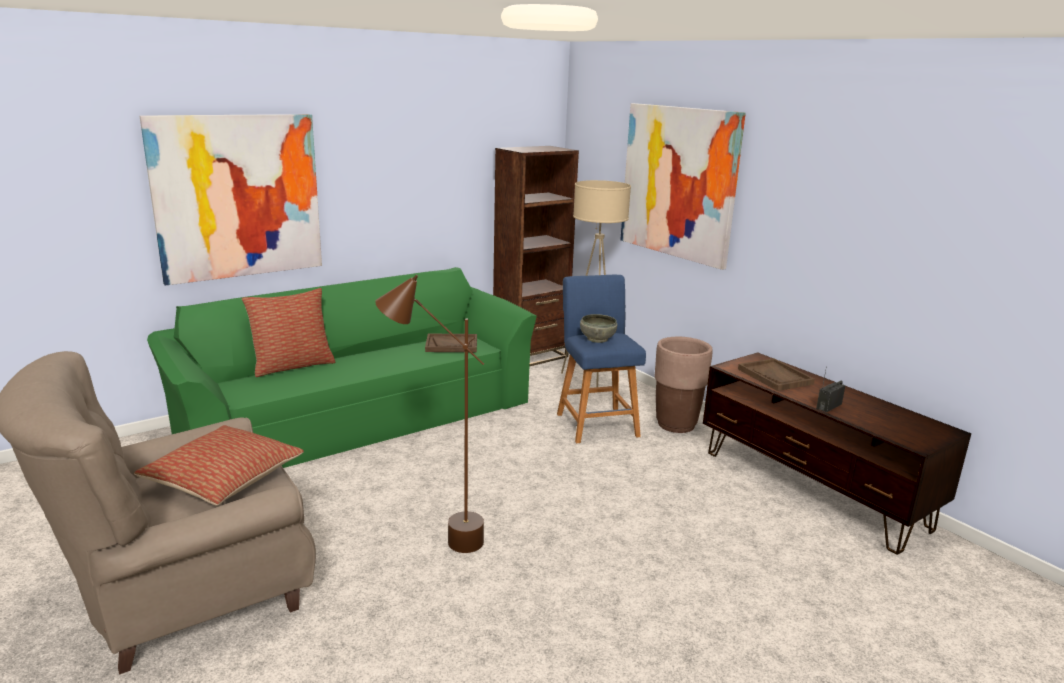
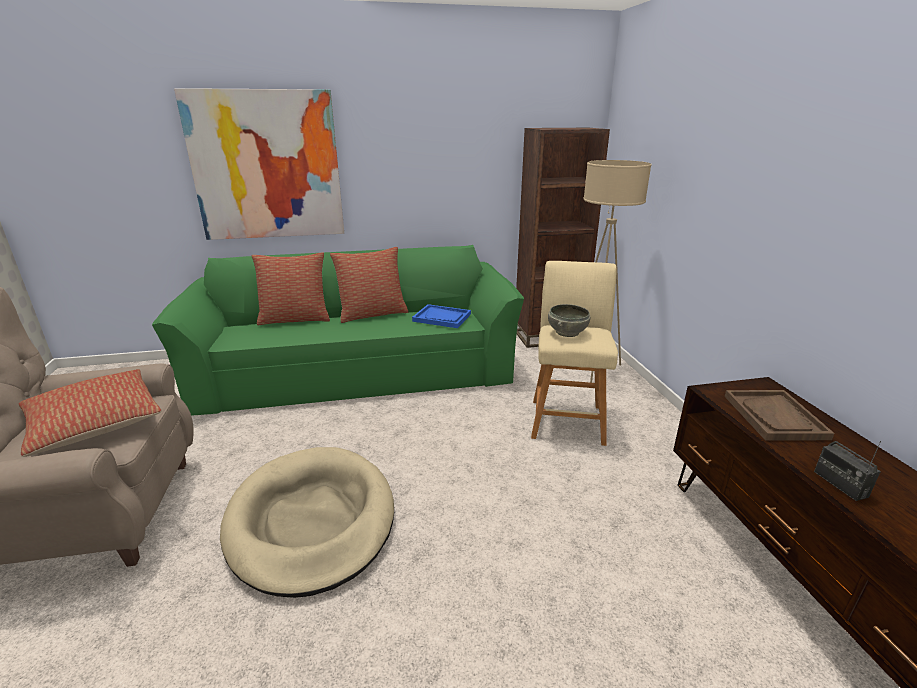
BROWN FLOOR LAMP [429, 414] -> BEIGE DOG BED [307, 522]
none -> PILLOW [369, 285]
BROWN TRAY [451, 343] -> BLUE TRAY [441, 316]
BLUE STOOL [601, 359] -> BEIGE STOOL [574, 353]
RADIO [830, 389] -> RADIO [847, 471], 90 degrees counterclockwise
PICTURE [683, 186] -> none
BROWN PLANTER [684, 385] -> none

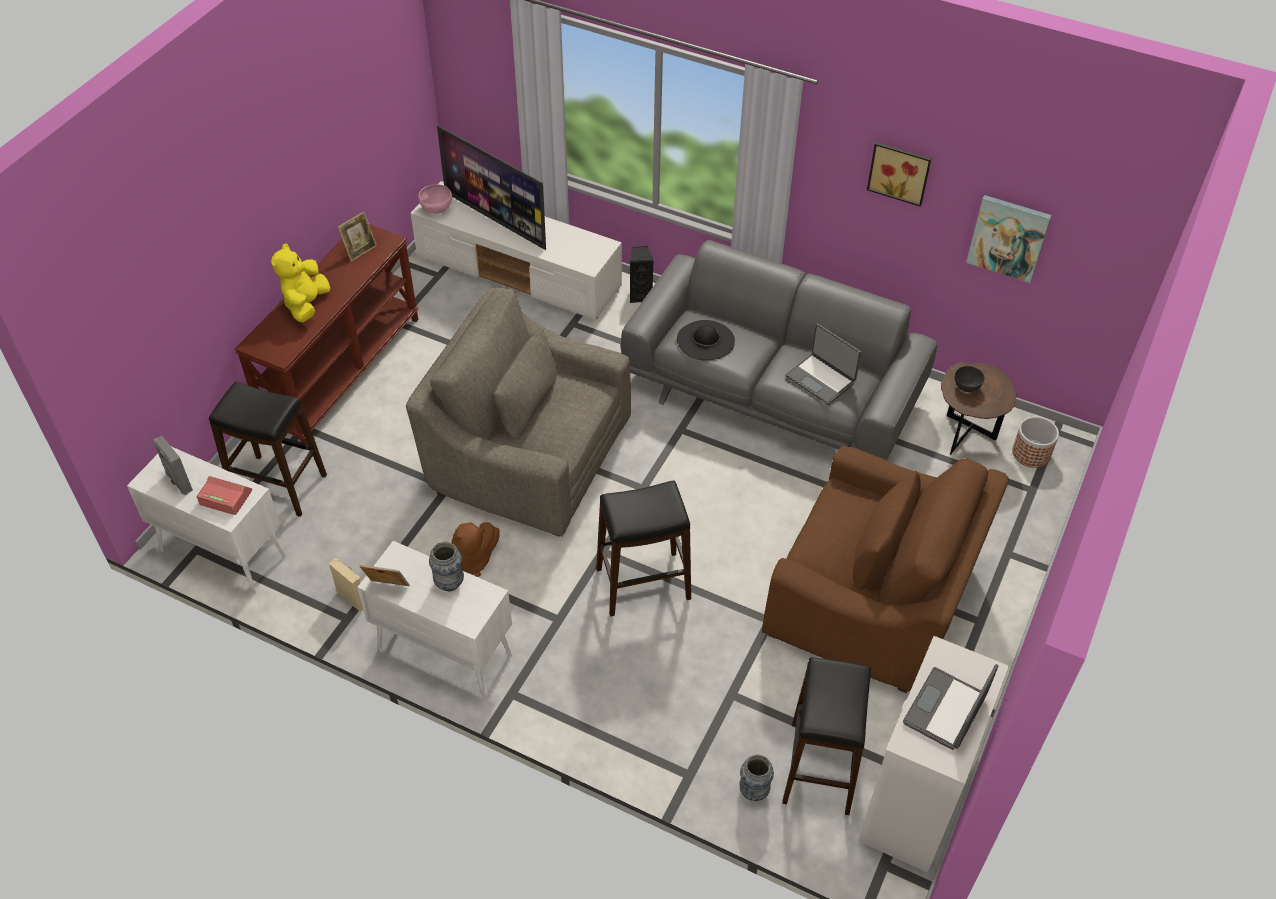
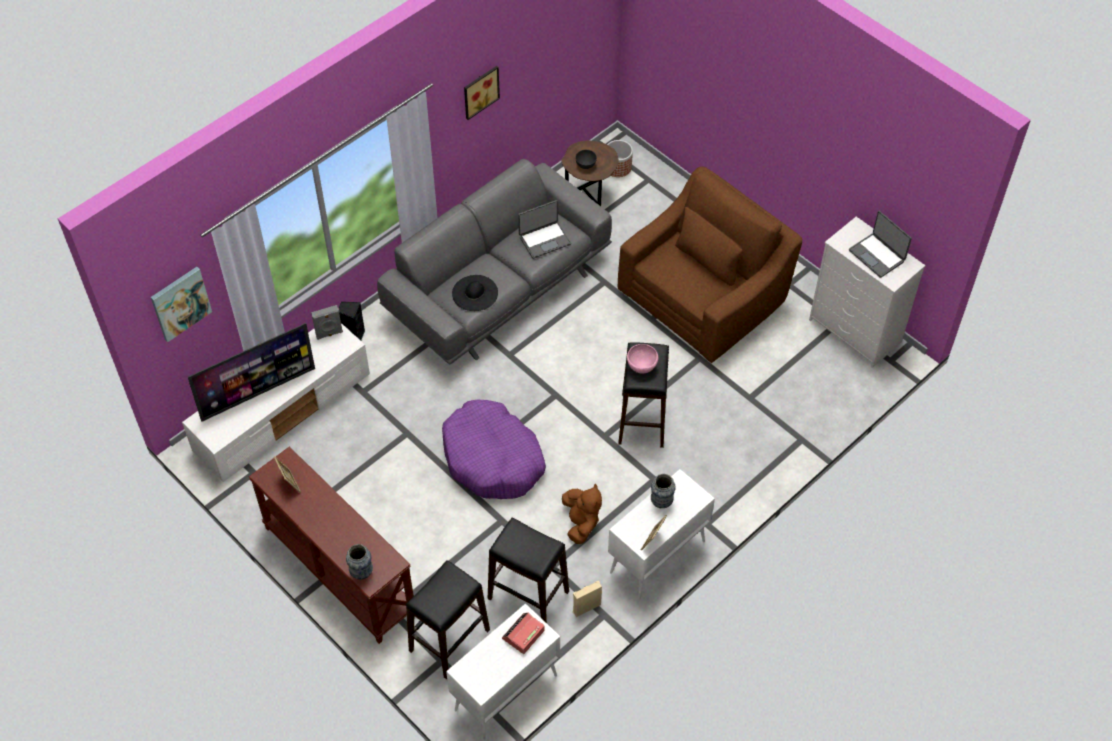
PICTURE [1009, 239] -> PICTURE [181, 304], move
GREY SPEAKER [173, 465] -> GREY SPEAKER [327, 322], move
VASE [756, 778] -> VASE [359, 562], move
GREY ARMCHAIR [518, 412] -> PURPLE DOG BED [494, 449]
BLACK STOOL [826, 736] -> BLACK STOOL [528, 570], move
PINK BOWL [435, 199] -> PINK BOWL [642, 359], move
YELLOW PLUSH TOY [300, 283] -> none

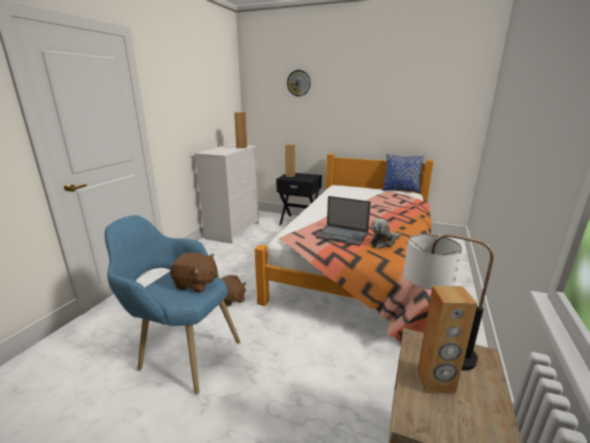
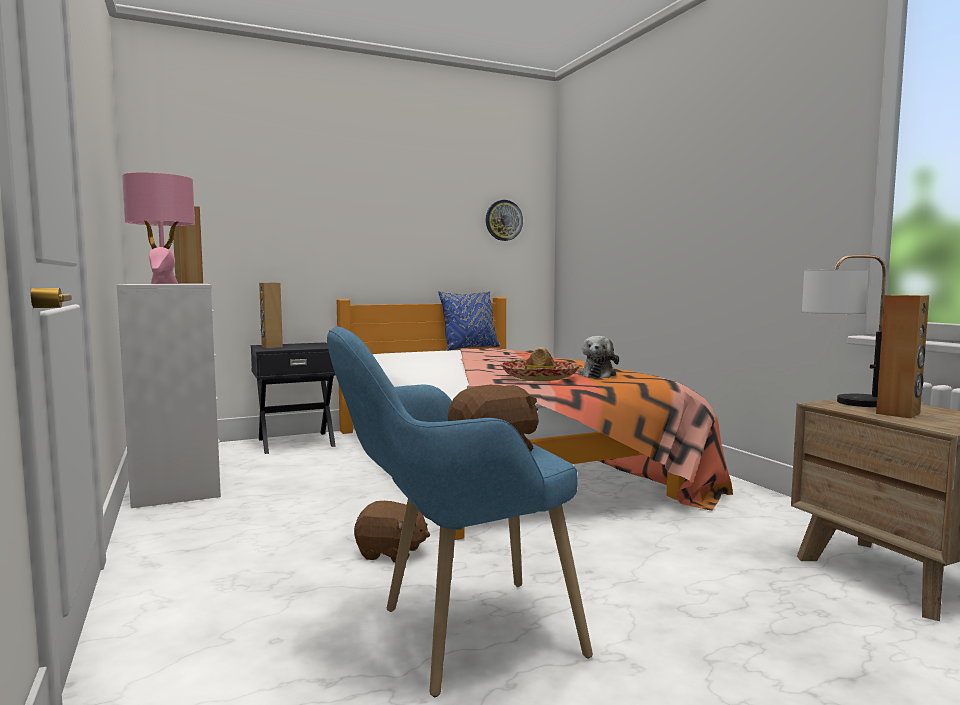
none -> PINK TABLE LAMP [158, 228]
WALL CLOCK [299, 83] -> WALL CLOCK [504, 220], move
LAPTOP [343, 221] -> HAT [540, 364]

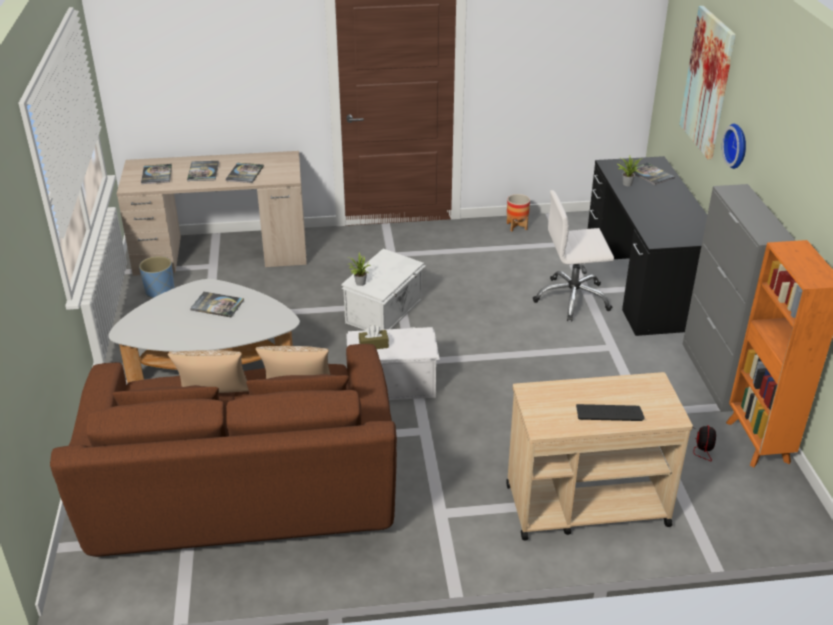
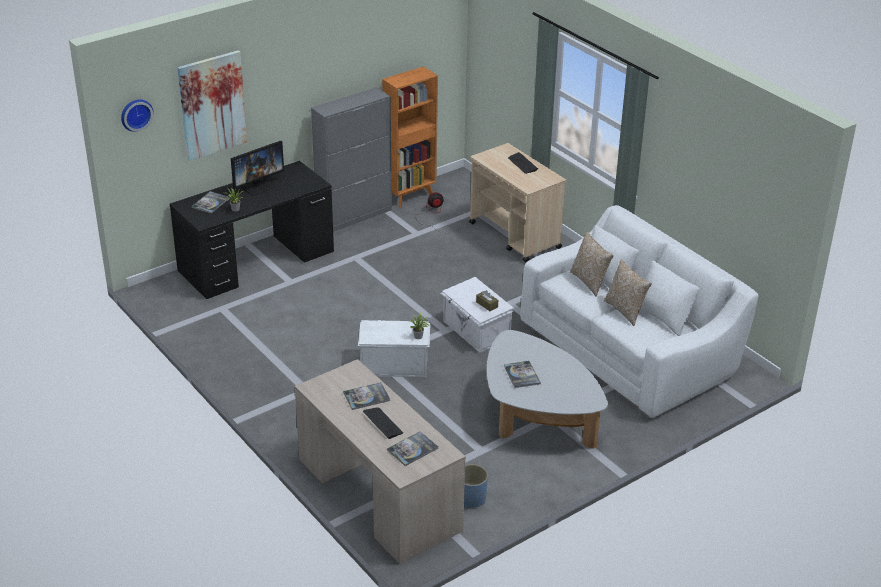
WALL CLOCK [734, 146] -> WALL CLOCK [137, 115], move
none -> MONITOR [257, 168]
BOOK [203, 171] -> KEYBOARD [383, 423]
BROWN SOFA [223, 450] -> WHITE SOFA [639, 311]
PLANTER [518, 213] -> none
WHITE OFFICE CHAIR [573, 255] -> none

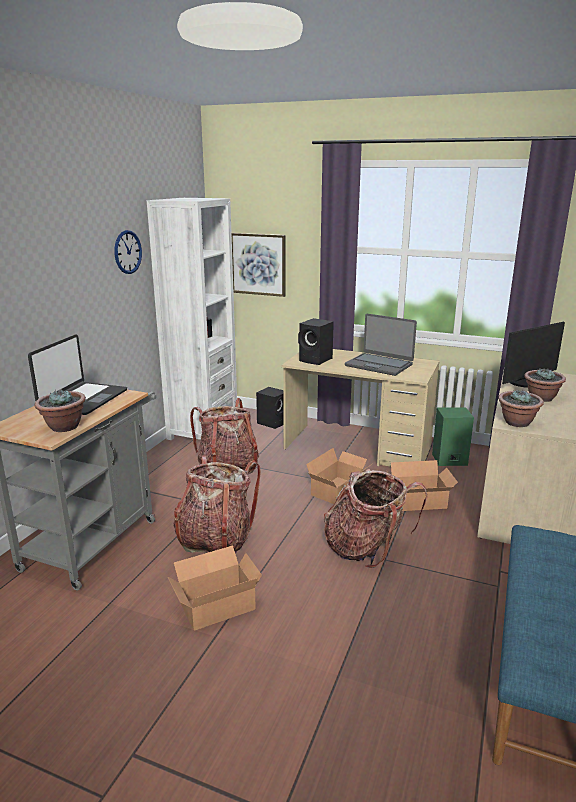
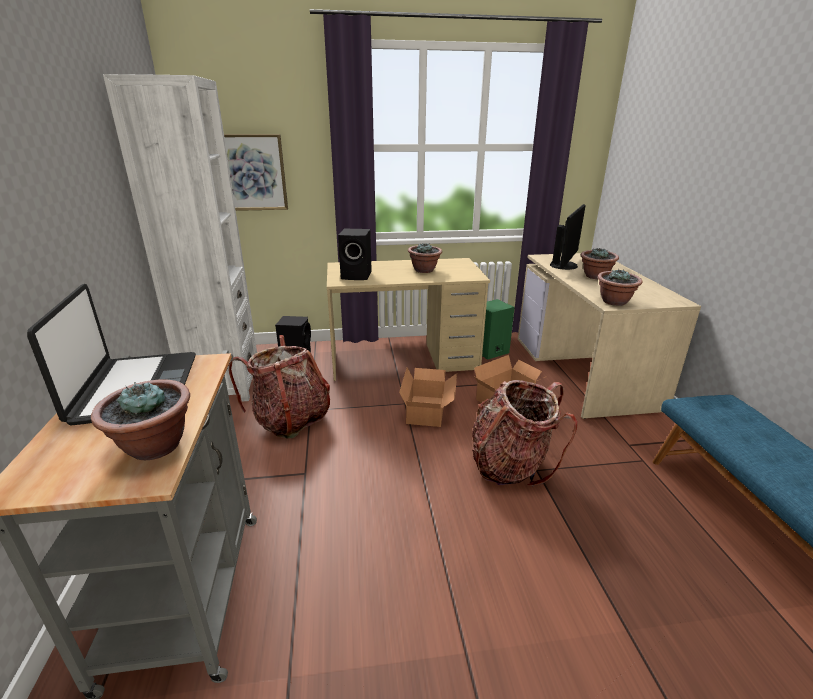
LAPTOP [381, 345] -> POTTED PLANT [425, 258]
WALL CLOCK [128, 252] -> none
CARDBOARD BOX [215, 588] -> none
BACKPACK [217, 504] -> none

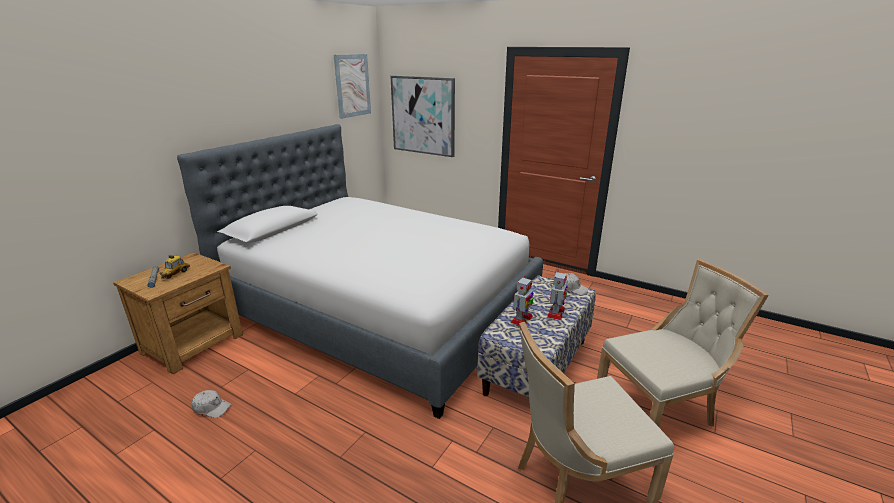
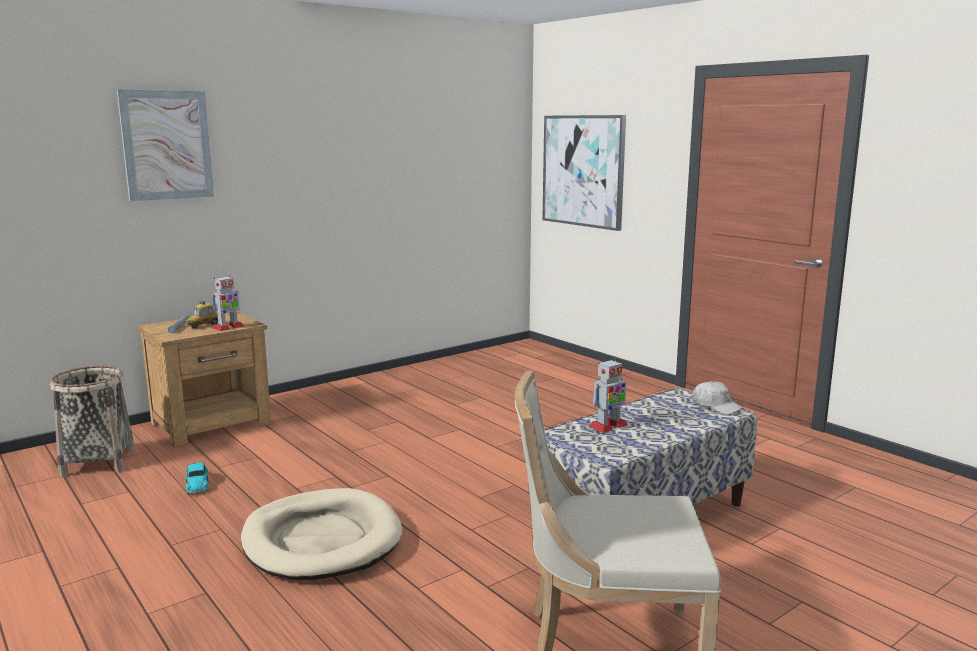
none -> BASKET [92, 421]
PICTURE [352, 86] -> PICTURE [165, 145], move
WHITE CAP [211, 404] -> TOY CAR [197, 478]
TOY ROBOT [557, 295] -> TOY ROBOT [228, 303], move
none -> BEIGE DOG BED [321, 534]
BED [360, 271] -> none
BEIGE CHAIR [682, 343] -> none

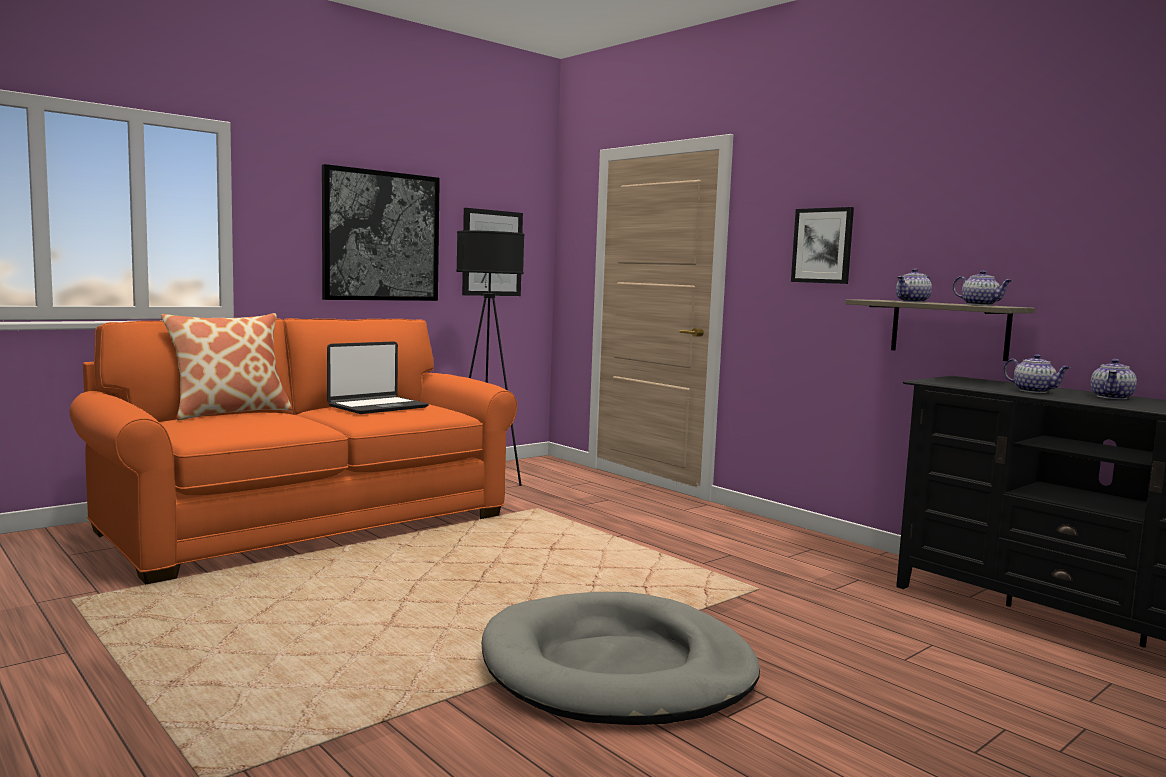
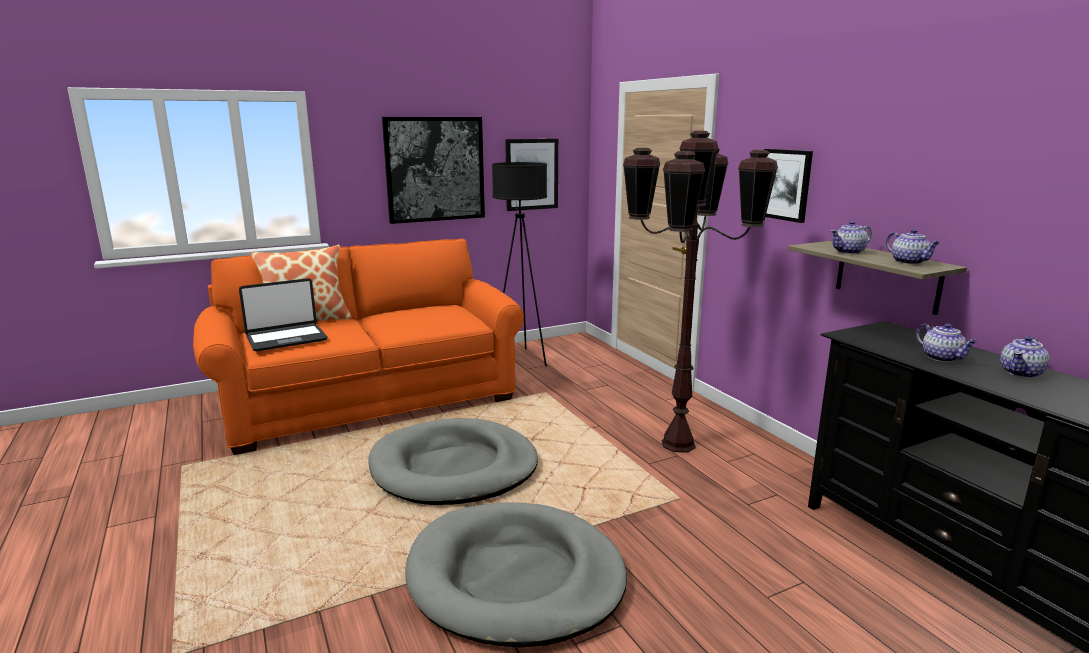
LAPTOP [378, 377] -> LAPTOP [283, 314], move
none -> GREY DOG BED [453, 461]
none -> BROWN FLOOR LAMP [700, 292]

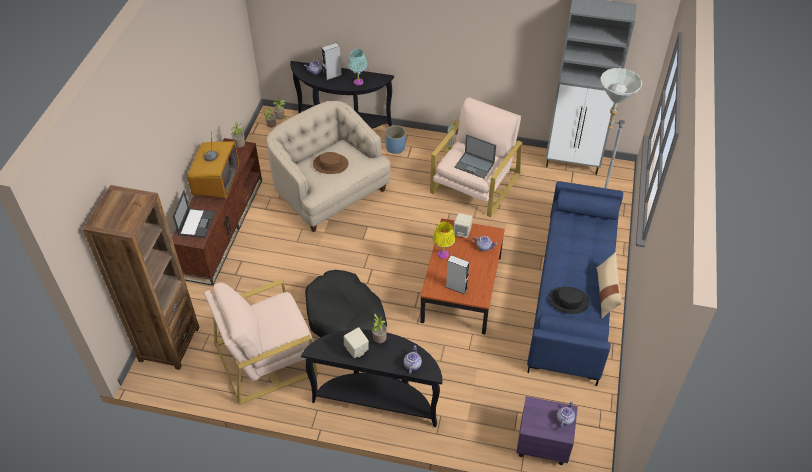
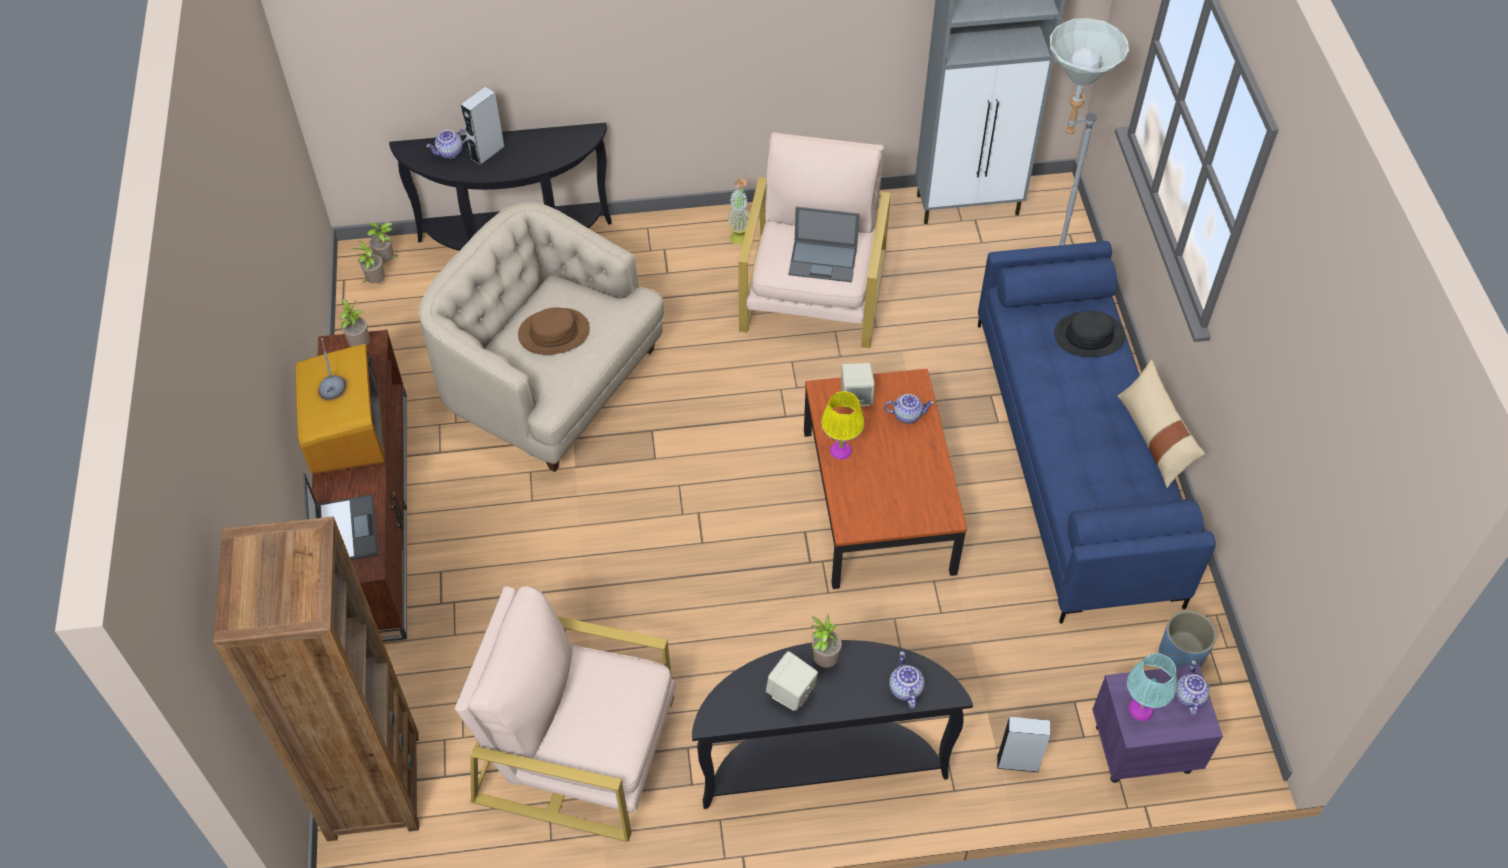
BEIGE ARMCHAIR [260, 342] -> BEIGE ARMCHAIR [565, 714], 60 degrees clockwise
GREY SPEAKER [457, 274] -> GREY SPEAKER [1024, 744], move
BLACK HAT [569, 300] -> BLACK HAT [1089, 334], move
TURQUOISE TABLE LAMP [358, 67] -> TURQUOISE TABLE LAMP [1152, 687], move
BLUE PLANTER [395, 139] -> BLUE PLANTER [1188, 639], move
BLACK DOG BED [346, 304] -> none

